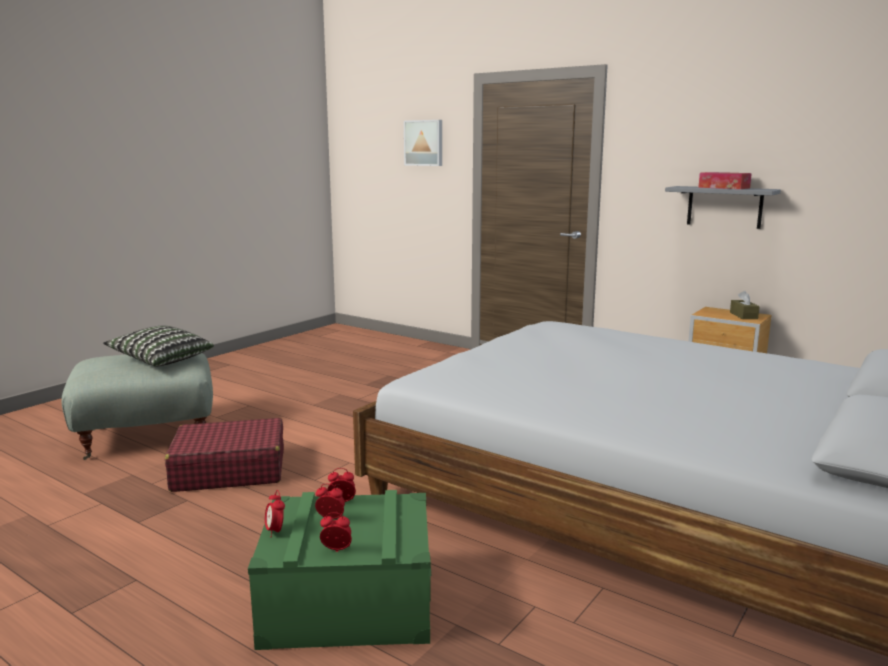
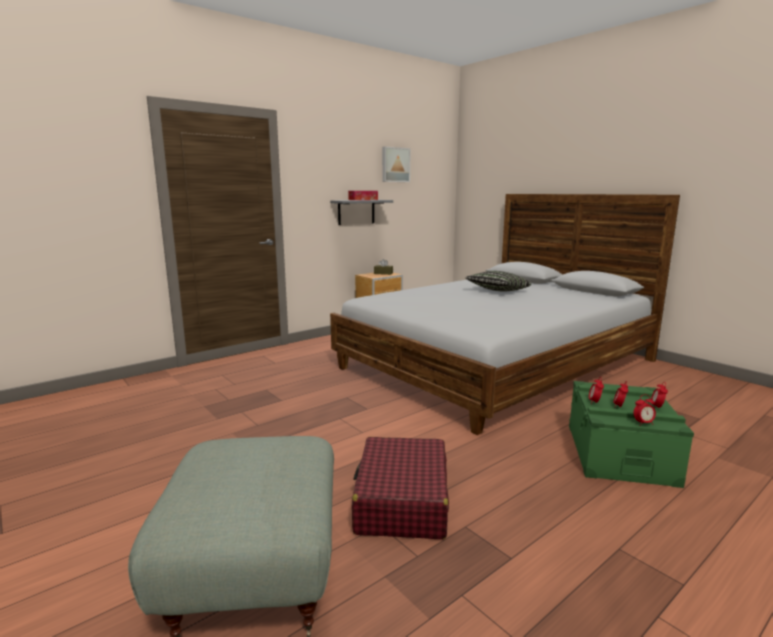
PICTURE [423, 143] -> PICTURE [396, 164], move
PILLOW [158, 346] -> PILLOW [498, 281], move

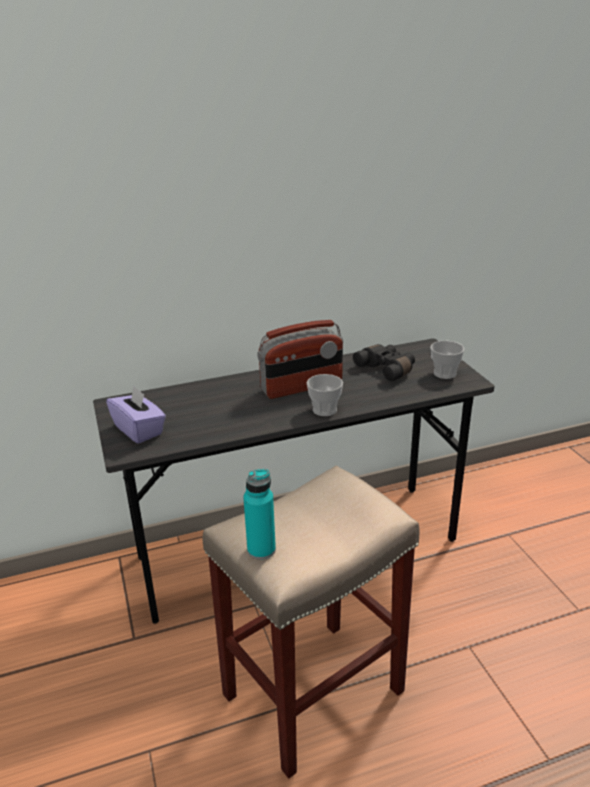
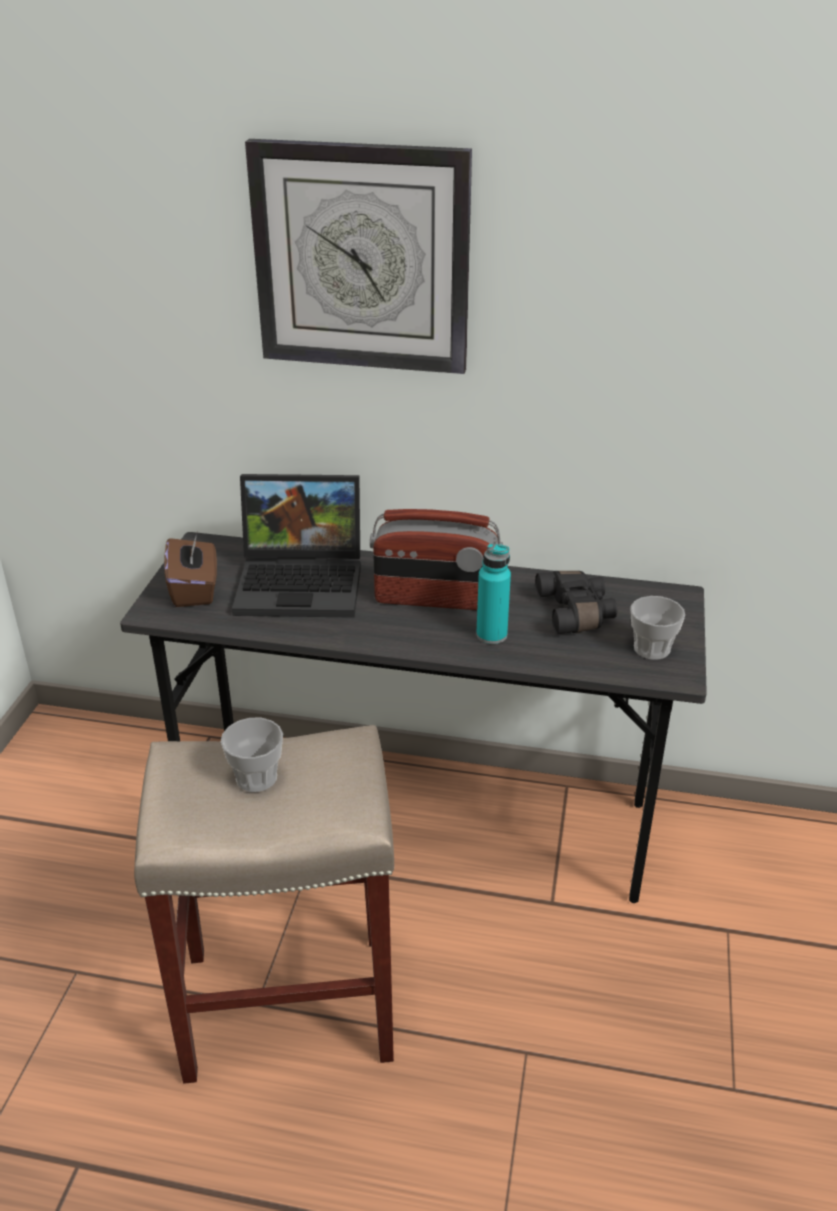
PURPLE TISSUE BOX [136, 415] -> BROWN TISSUE BOX [190, 570]
CUP [325, 395] -> CUP [252, 755], move
none -> LAPTOP [296, 546]
none -> WALL CLOCK [358, 256]
TURQUOISE BOTTLE [259, 514] -> TURQUOISE BOTTLE [493, 593], move

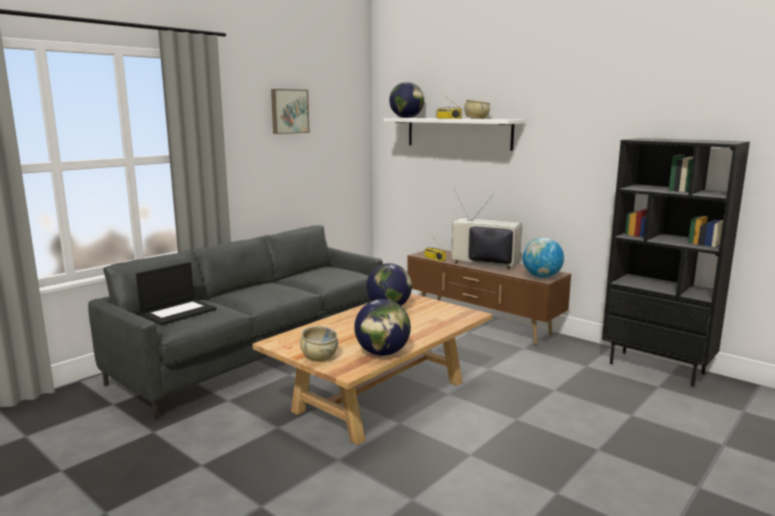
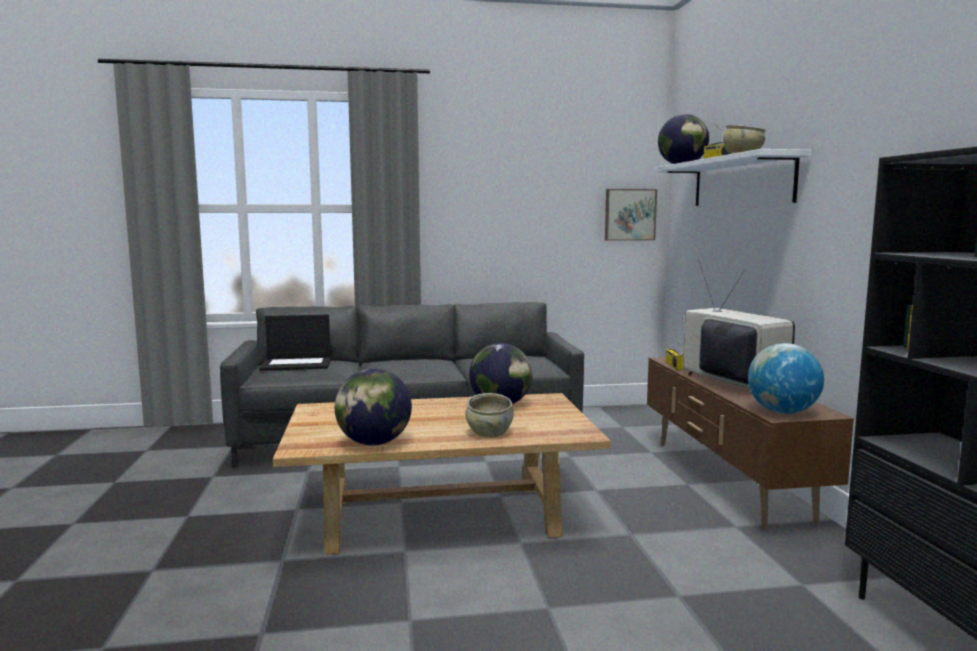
BEIGE BOWL [319, 344] -> BEIGE BOWL [489, 415], move
PICTURE [290, 111] -> PICTURE [631, 215], move

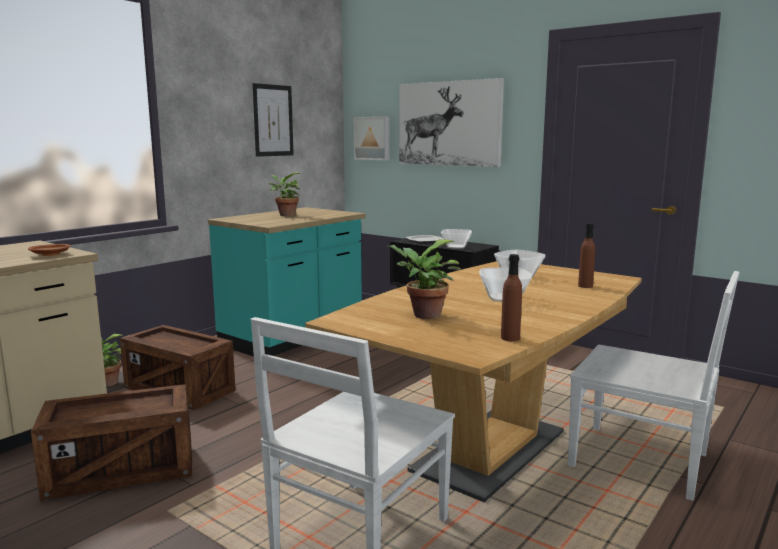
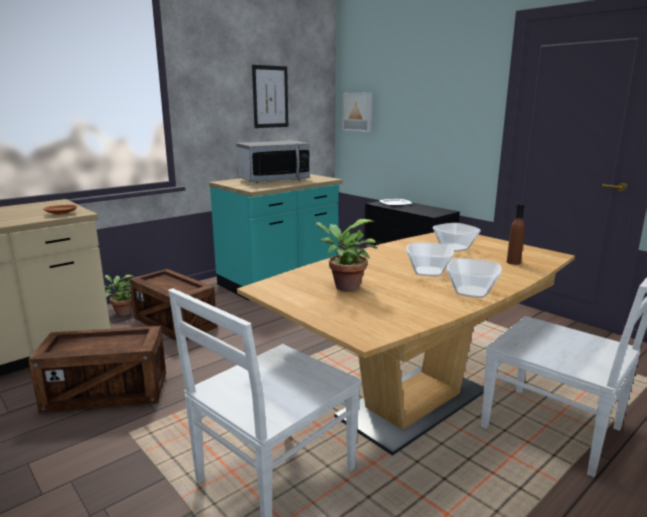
POTTED PLANT [284, 194] -> MICROWAVE [273, 162]
BOWL [456, 239] -> BOWL [474, 278], move
PICTURE [451, 122] -> none
BROWN BOTTLE [511, 297] -> none

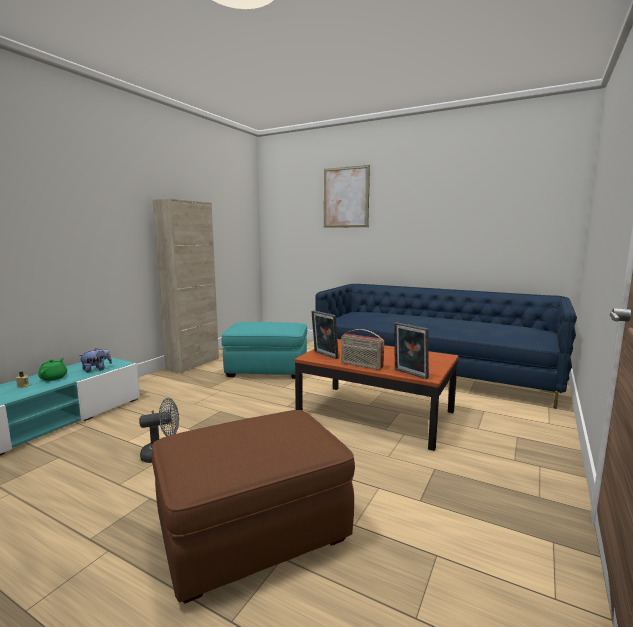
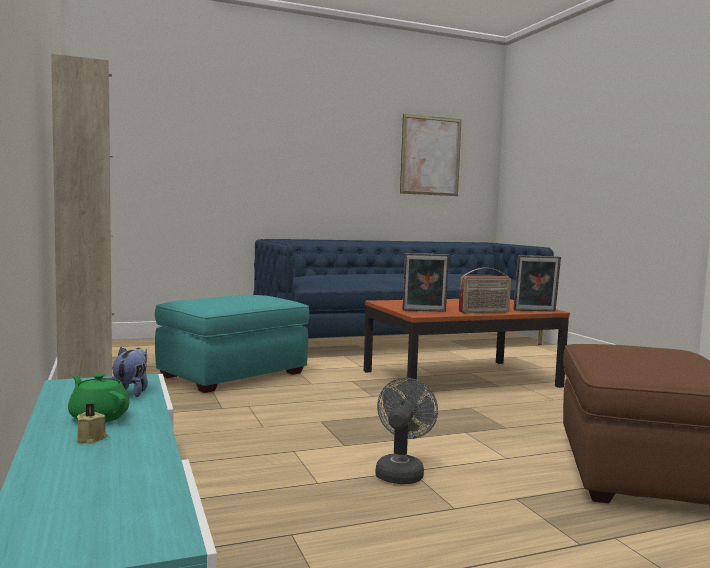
PICTURE [347, 196] -> PICTURE [431, 155], move

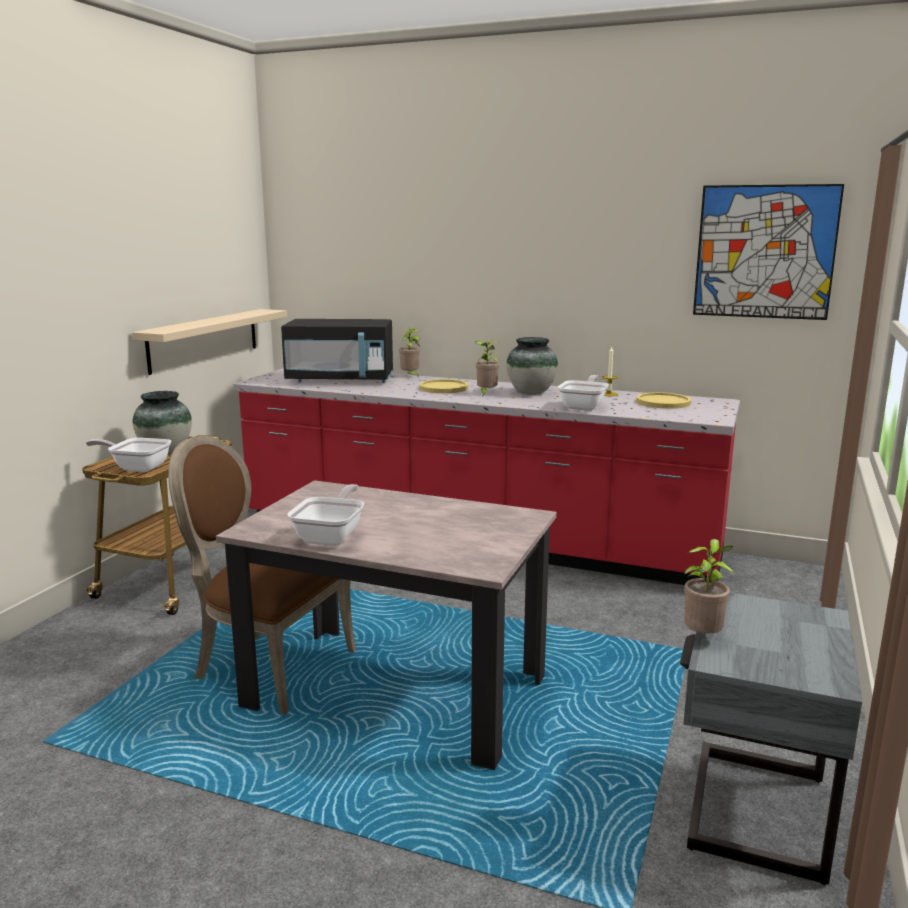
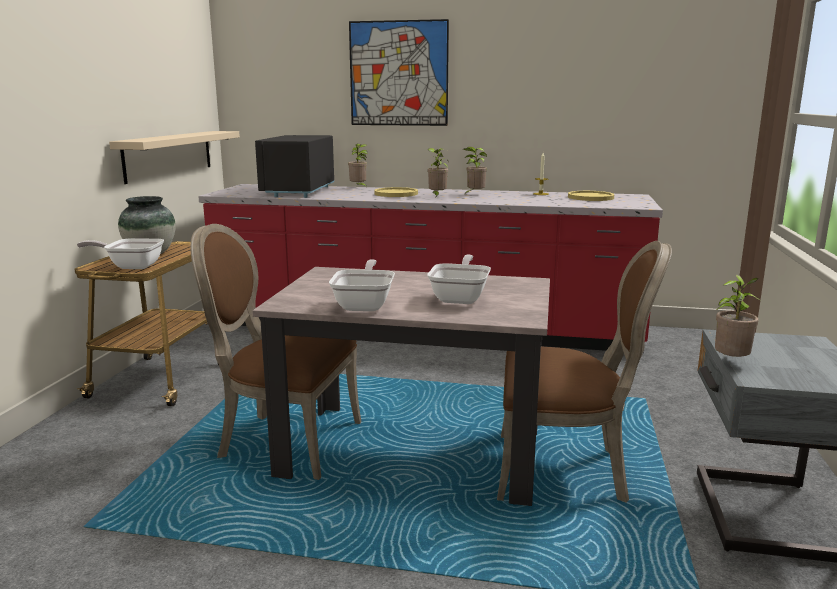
BLACK MICROWAVE [337, 351] -> BLACK MICROWAVE [294, 166], 105 degrees clockwise
PICTURE [768, 252] -> PICTURE [399, 72], move
FRYING PAN [583, 393] -> FRYING PAN [459, 279], move
VASE [532, 366] -> POTTED PLANT [475, 170]
none -> BROWN CHAIR [584, 372]

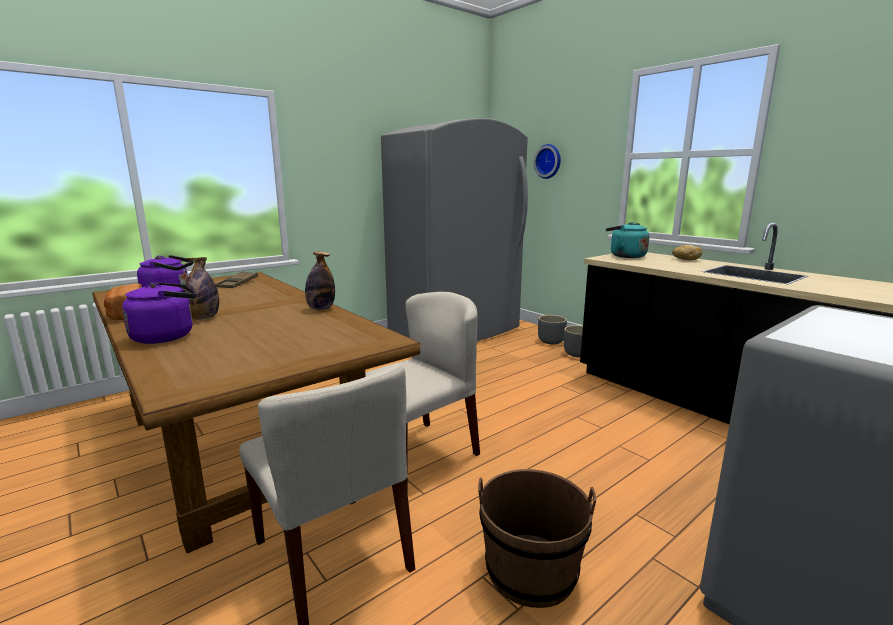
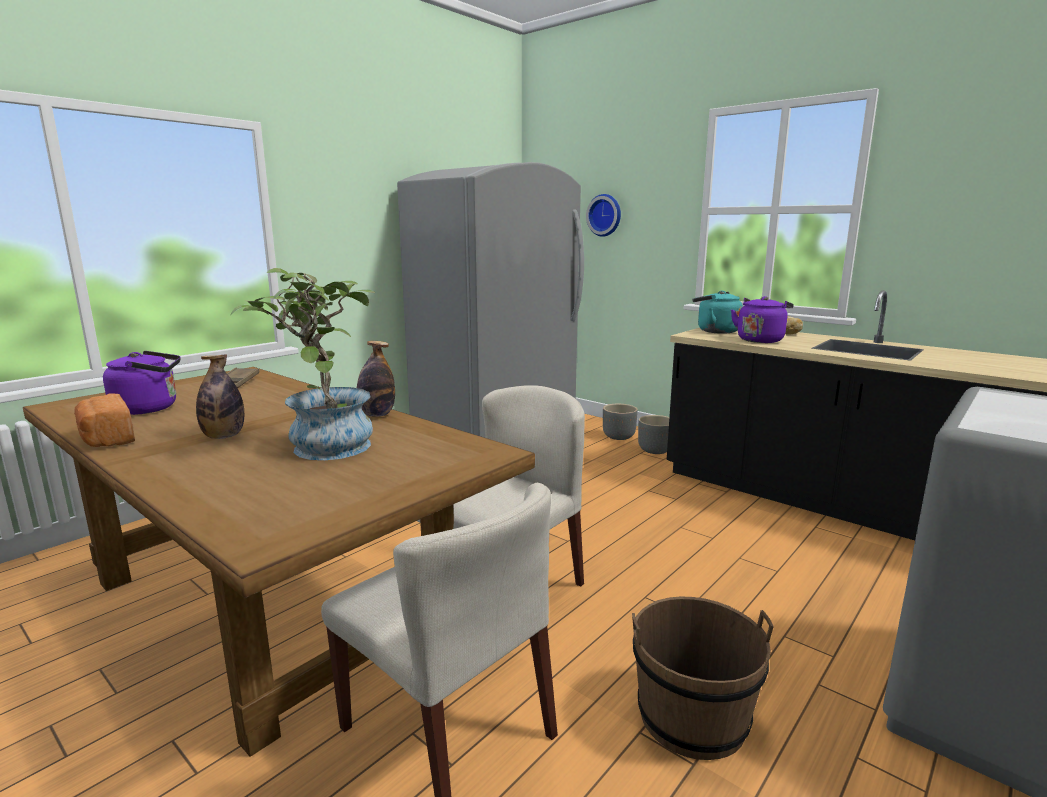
none -> POTTED PLANT [302, 364]
PURPLE KETTLE [159, 313] -> PURPLE KETTLE [762, 319], move

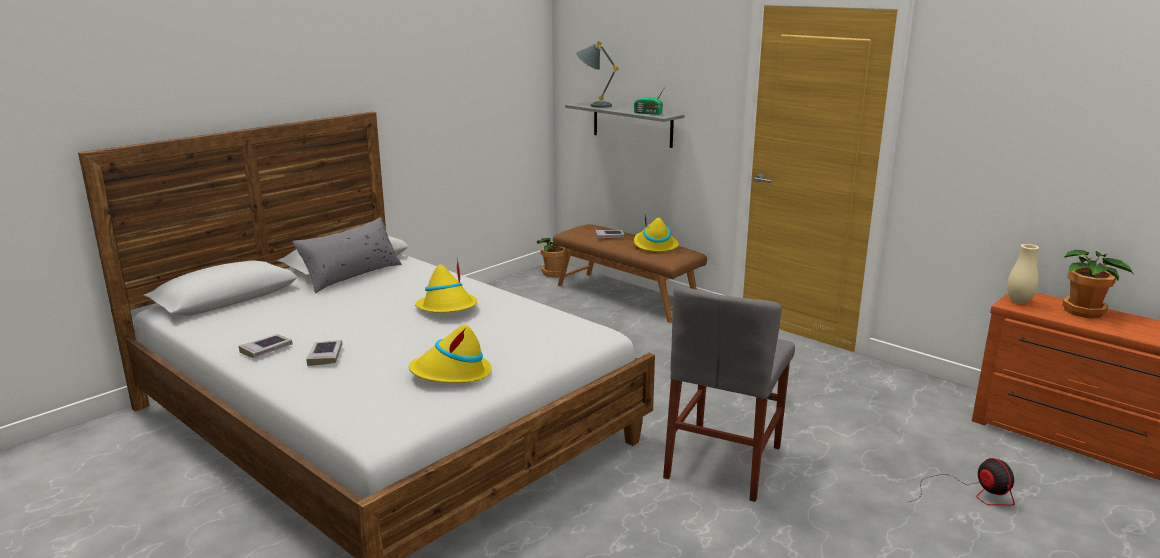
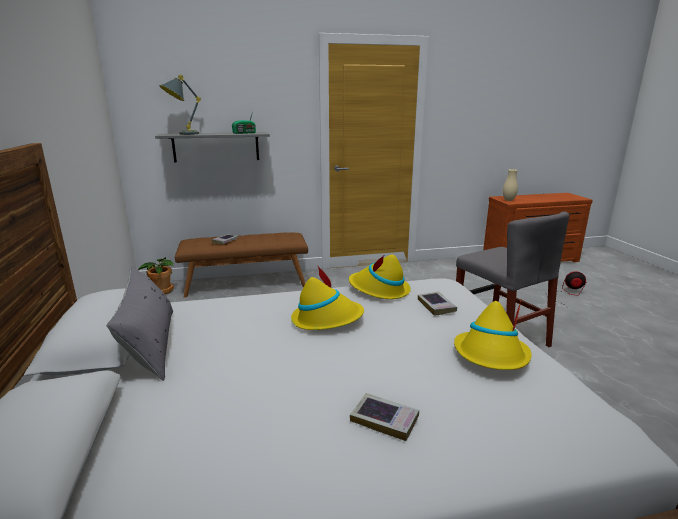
YELLOW HAT [656, 233] -> YELLOW HAT [380, 277], move
BOOK [266, 346] -> BOOK [437, 304], move
POTTED PLANT [1098, 284] -> none

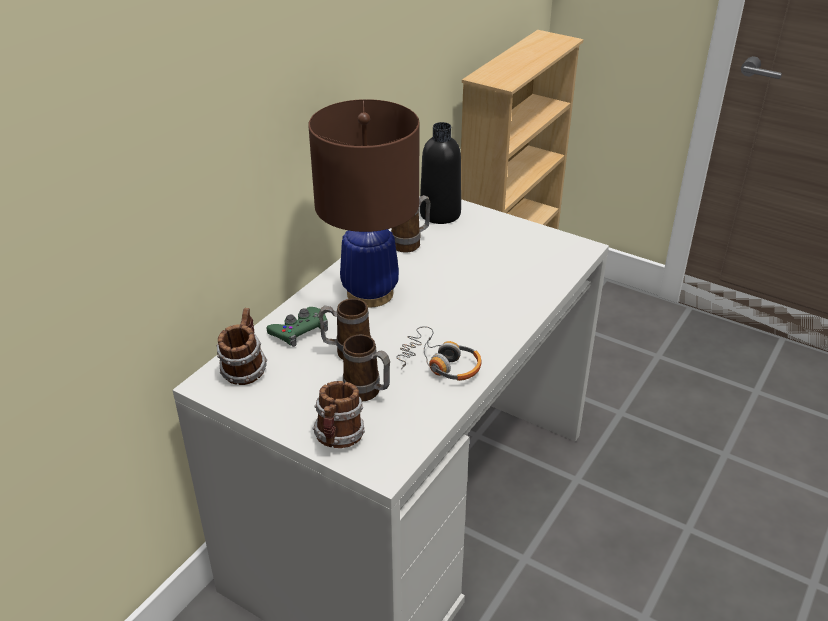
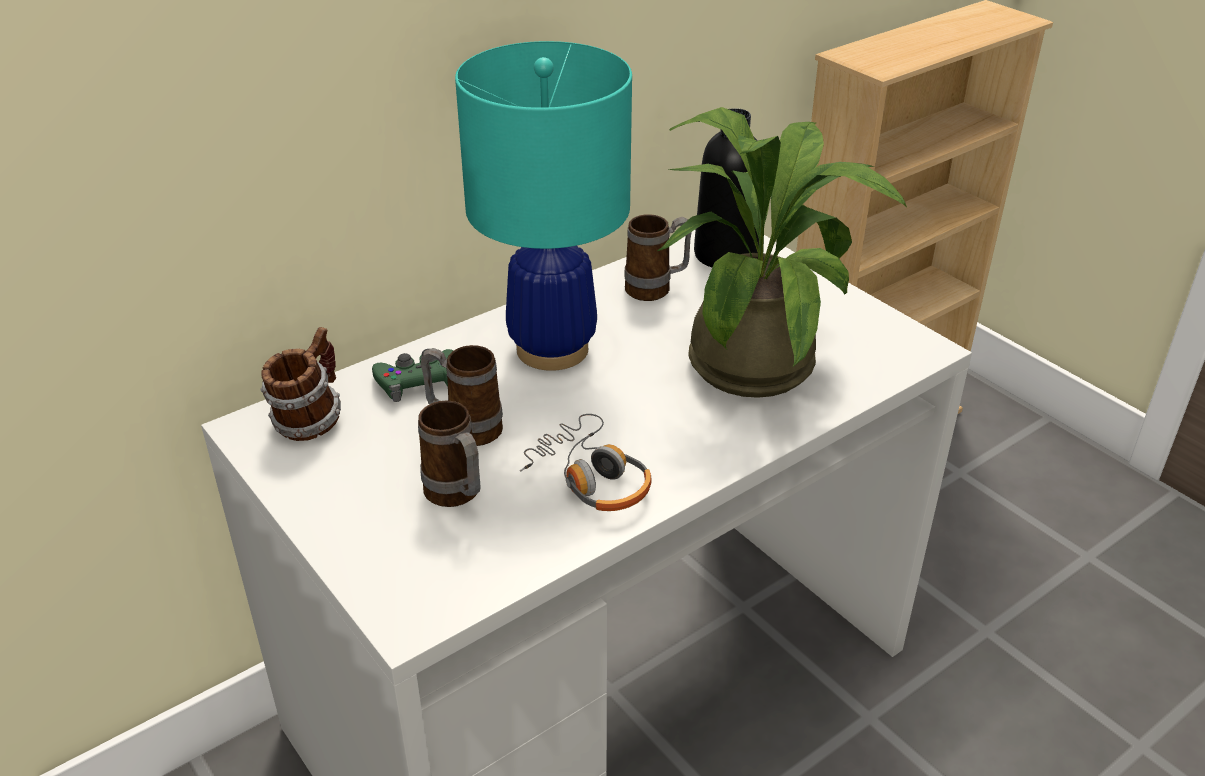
BROWN TABLE LAMP [364, 203] -> TURQUOISE TABLE LAMP [543, 206]
none -> POTTED PLANT [782, 252]
MUG [338, 414] -> none

